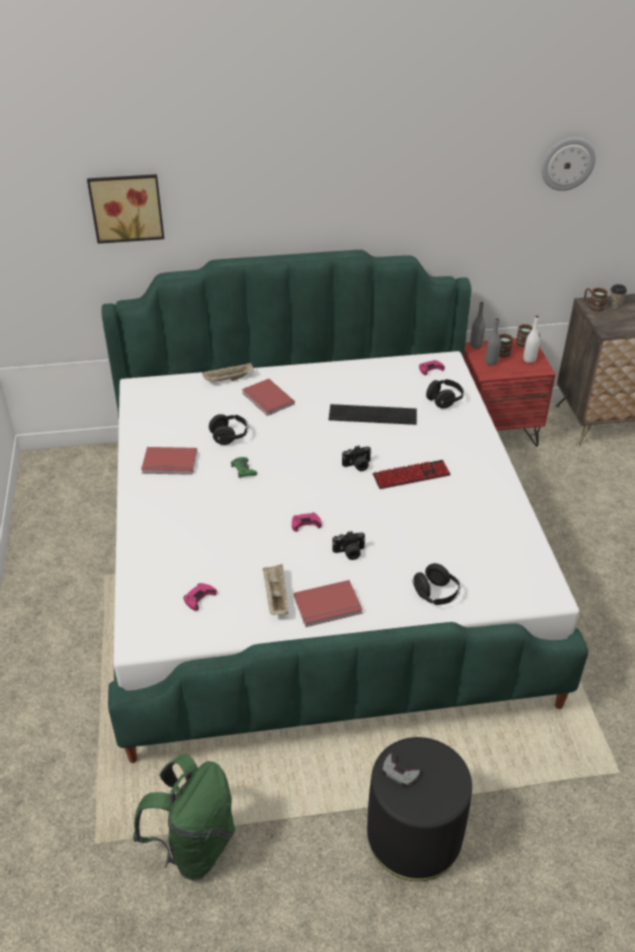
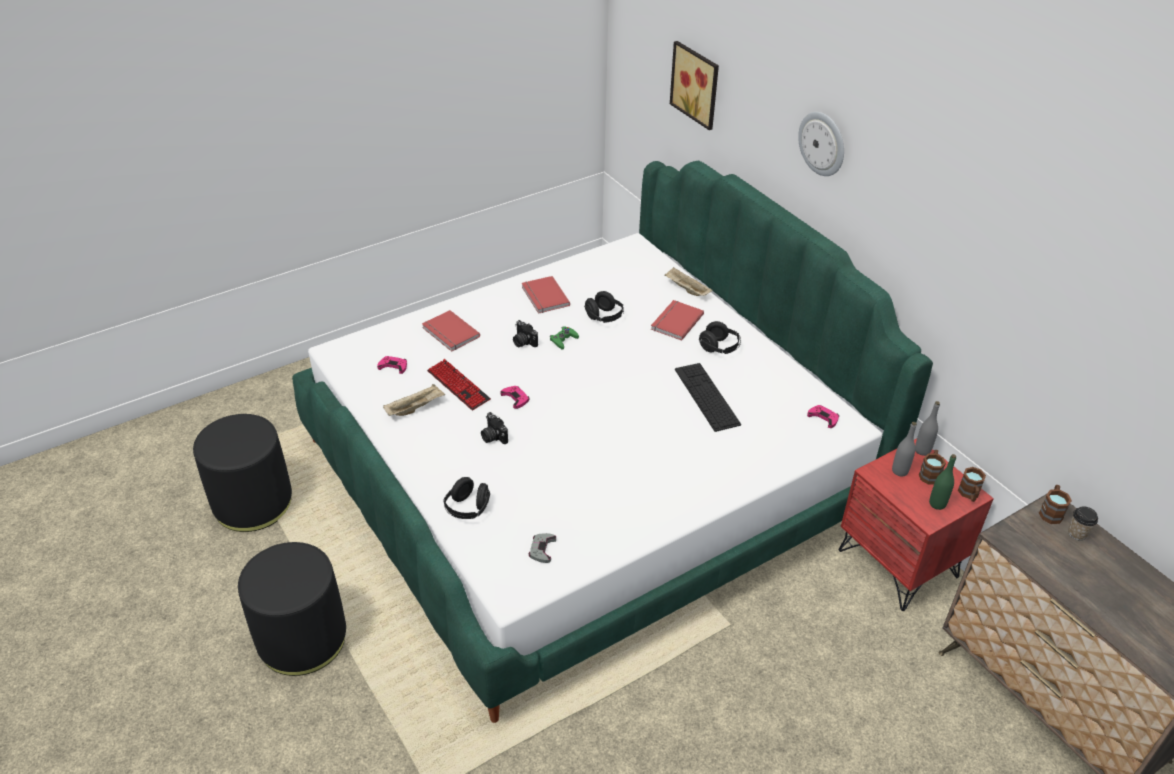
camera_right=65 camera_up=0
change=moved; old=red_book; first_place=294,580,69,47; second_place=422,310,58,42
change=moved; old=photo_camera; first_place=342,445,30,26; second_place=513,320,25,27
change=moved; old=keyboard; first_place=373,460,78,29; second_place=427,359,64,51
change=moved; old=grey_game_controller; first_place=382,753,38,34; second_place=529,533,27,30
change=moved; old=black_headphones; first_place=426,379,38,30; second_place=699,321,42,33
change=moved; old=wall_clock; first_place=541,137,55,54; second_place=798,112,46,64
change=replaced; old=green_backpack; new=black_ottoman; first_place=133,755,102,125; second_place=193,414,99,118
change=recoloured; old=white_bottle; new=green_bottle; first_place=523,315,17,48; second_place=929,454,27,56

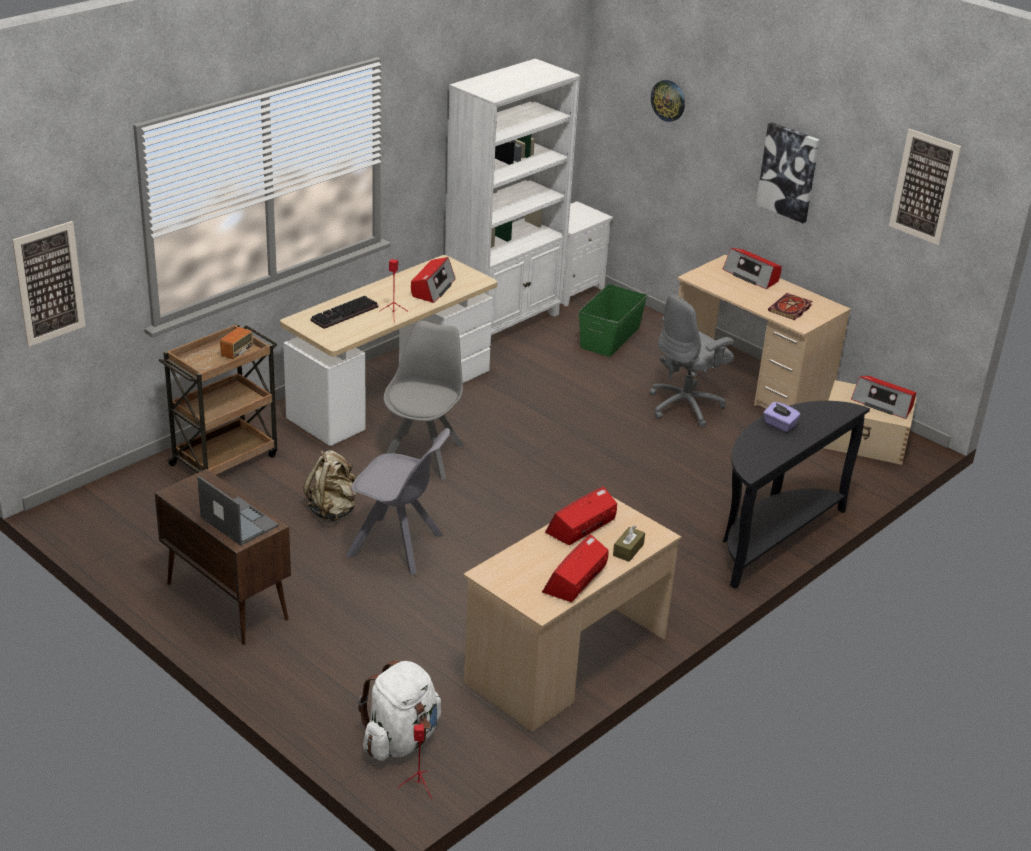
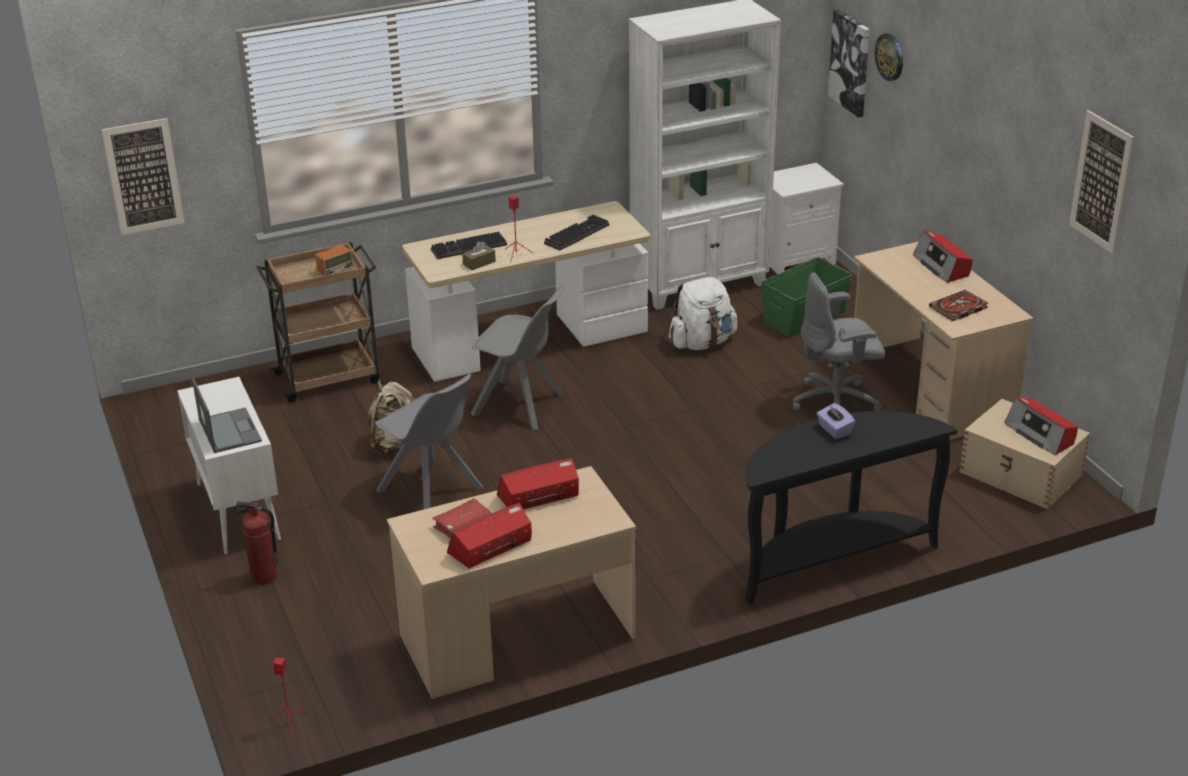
camera_right=25 camera_up=0
change=added; new=fire_extinguisher; second_place=236,502,43,83
change=added; new=red_book; second_place=432,498,60,40
change=moved; old=white_backpack; first_place=358,660,83,101; second_place=669,277,68,73
change=moved; old=brown_tissue_box; first_place=613,525,32,37; second_place=462,241,34,29
change=moved; old=picture; first_place=756,122,64,101; second_place=828,9,42,109
change=replaced; old=radio; new=keyboard; first_place=411,257,45,46; second_place=544,214,65,37
change=recoloured; old=brown_cabinet; new=white_cabinet; first_place=155,469,136,176; second_place=177,377,104,177
change=turned; old=grey_chair; first_place=384,321,80,159; second_place=471,284,94,146; degrees=75

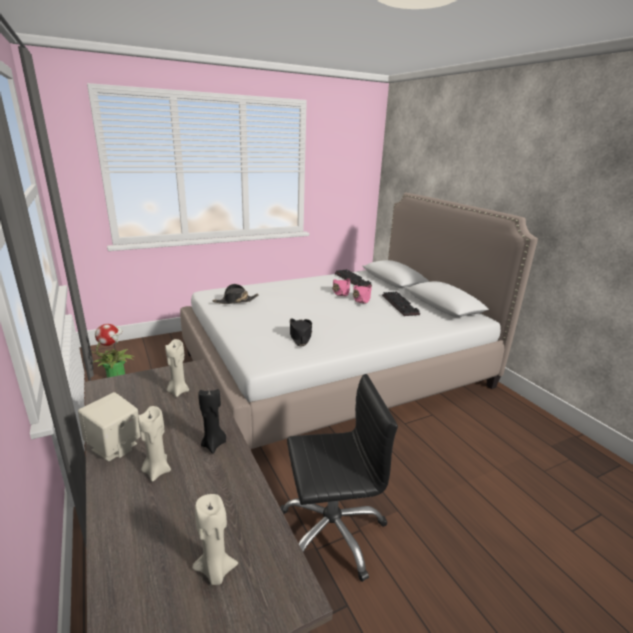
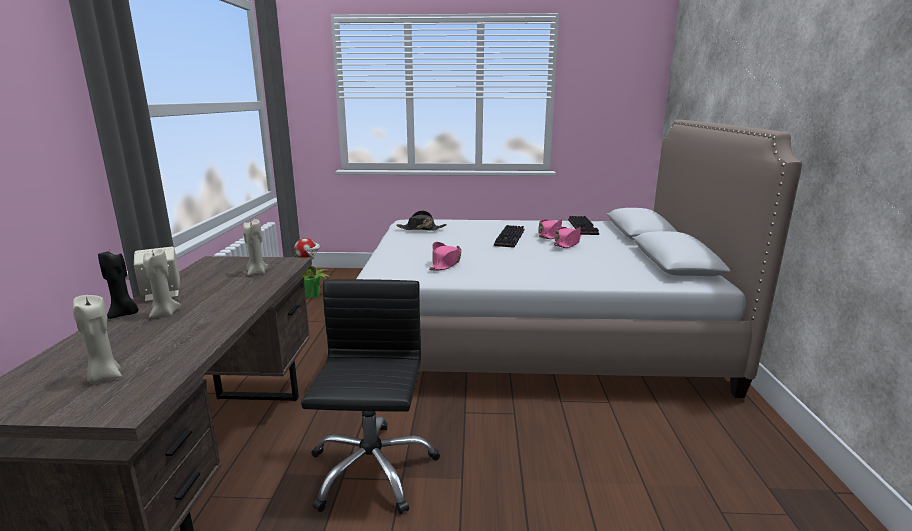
camera_right=30 camera_up=-5
change=moved; old=black_candle; first_place=198,389,28,65; second_place=98,249,40,70
change=moved; old=keyboard; first_place=382,291,38,25; second_place=494,225,30,23
change=recoloured; old=black_hat; new=pink_hat; first_place=290,318,22,28; second_place=429,242,33,29
change=turned; old=black_office_chair; first_place=280,374,118,208; second_place=301,279,139,235; degrees=-105

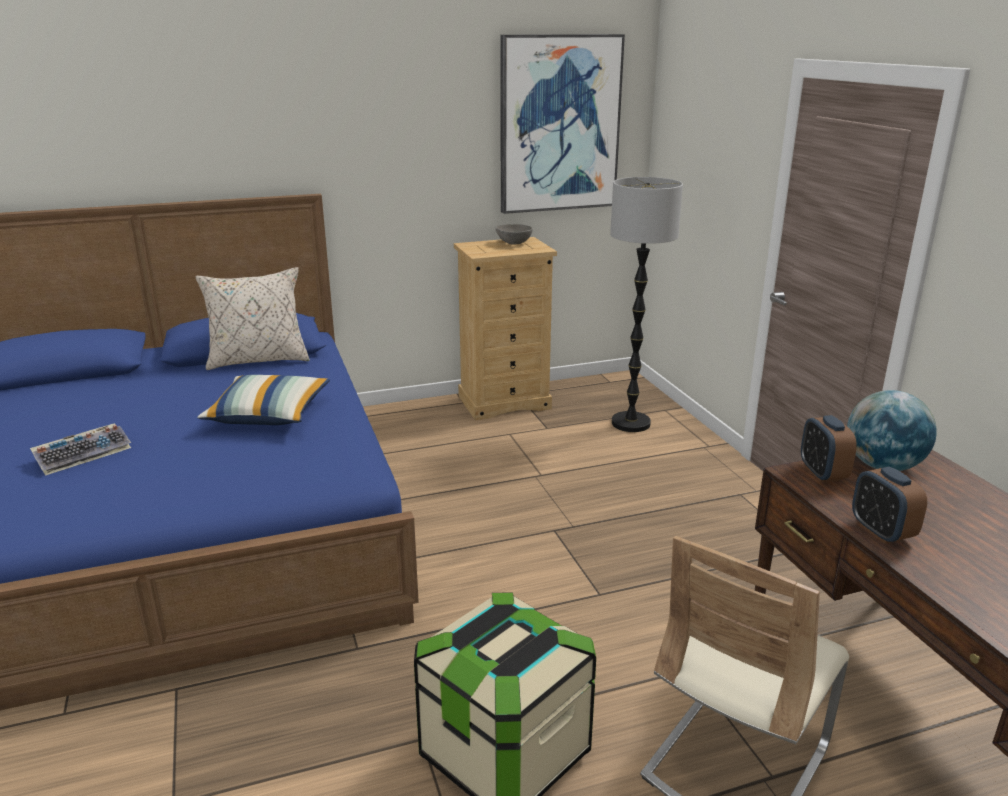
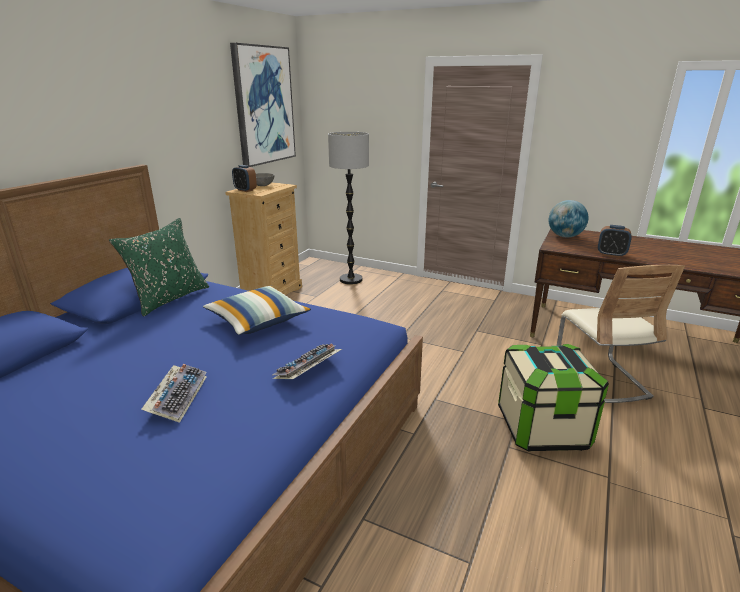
camera_right=-45 camera_up=0
change=added; new=keyboard; second_place=272,344,70,35
change=moved; old=alarm_clock; first_place=801,415,56,67; second_place=232,165,25,27
change=recoloured; old=beige_pillow; new=green_pillow; first_place=195,267,115,103; second_place=109,218,100,99

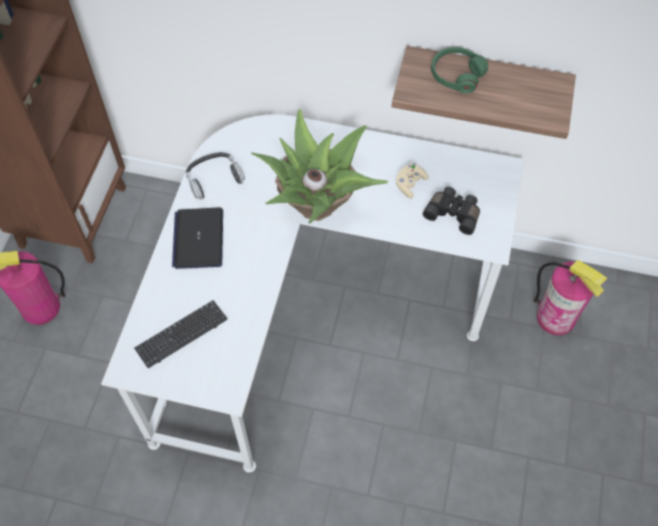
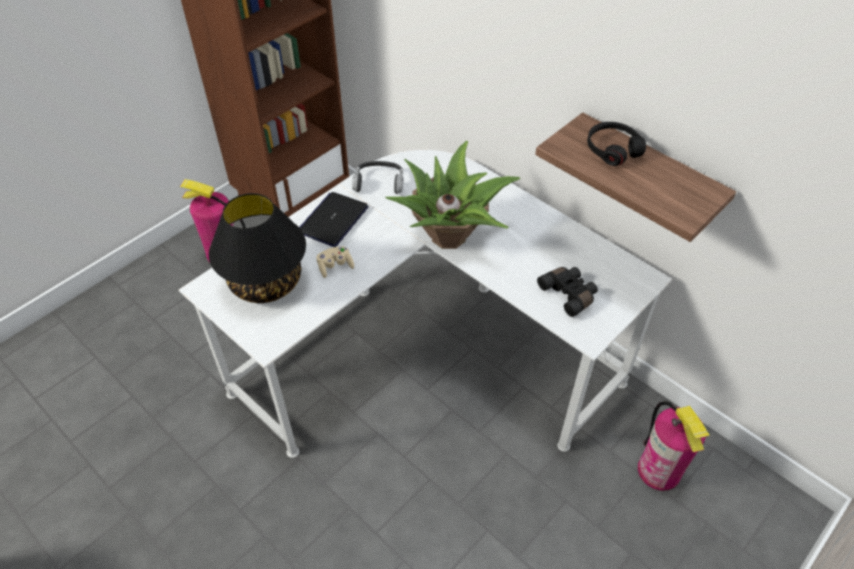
camera_right=30 camera_up=-10
change=moved; old=beige_game_controller; first_place=396,163,33,35; second_place=316,246,38,32
change=replaced; old=keyboard; new=black_table_lamp; first_place=134,300,94,68; second_place=209,193,97,110
change=recoloured; old=green_headphones; new=black_headphones; first_place=431,47,57,46; second_place=587,122,59,44

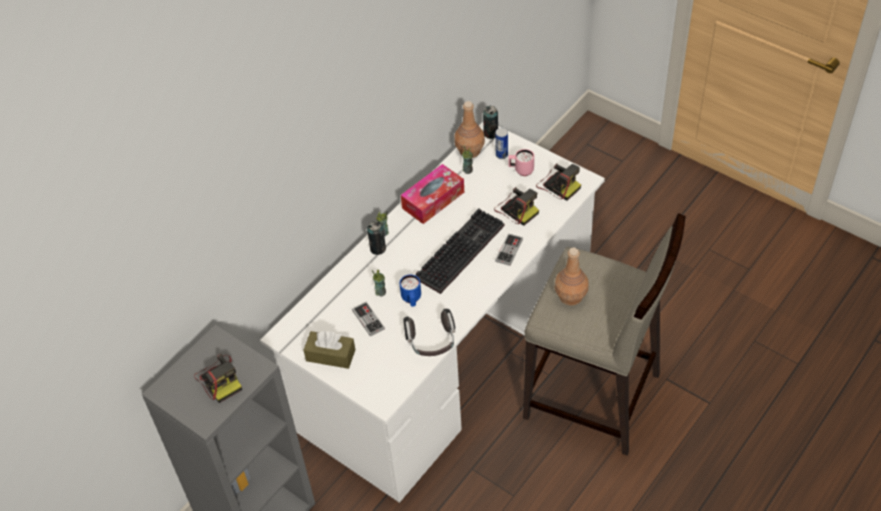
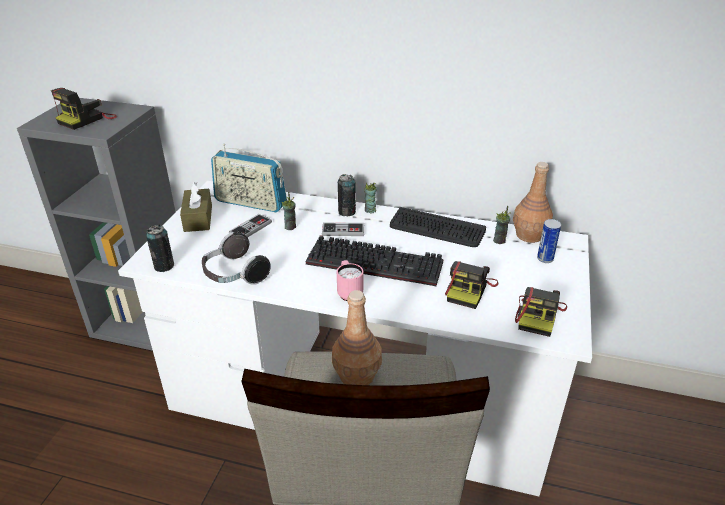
camera_right=65 camera_up=-15
change=removed; old=blue_mug; first_place=400,275,21,31
change=added; new=radio; second_place=211,144,76,68
change=moved; old=can; first_place=483,106,15,33; second_place=146,225,28,47
change=moved; old=game_controller; first_place=495,234,28,32; second_place=322,223,42,13
change=moved; old=pink_mug; first_place=508,149,26,27; second_place=337,260,26,41
change=replaced; old=tissue_box; new=keyboard; first_place=401,164,63,60; second_place=390,207,96,40

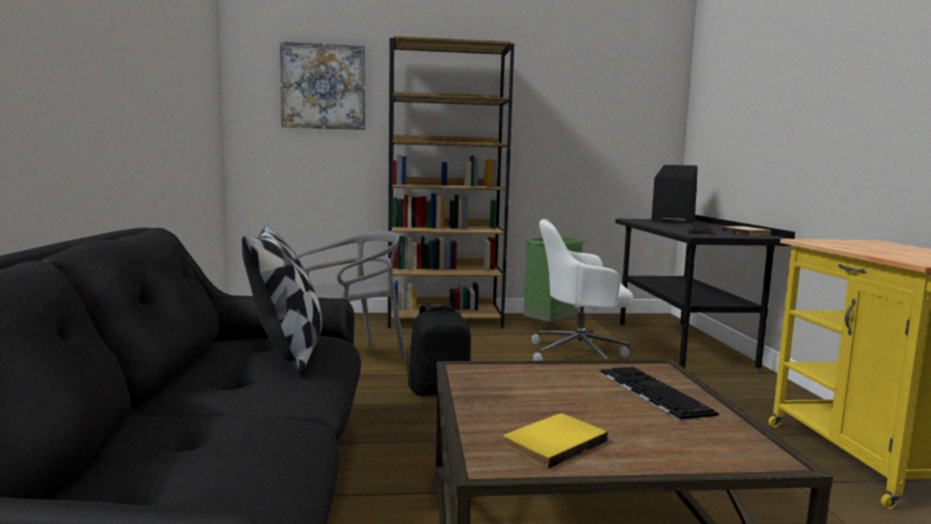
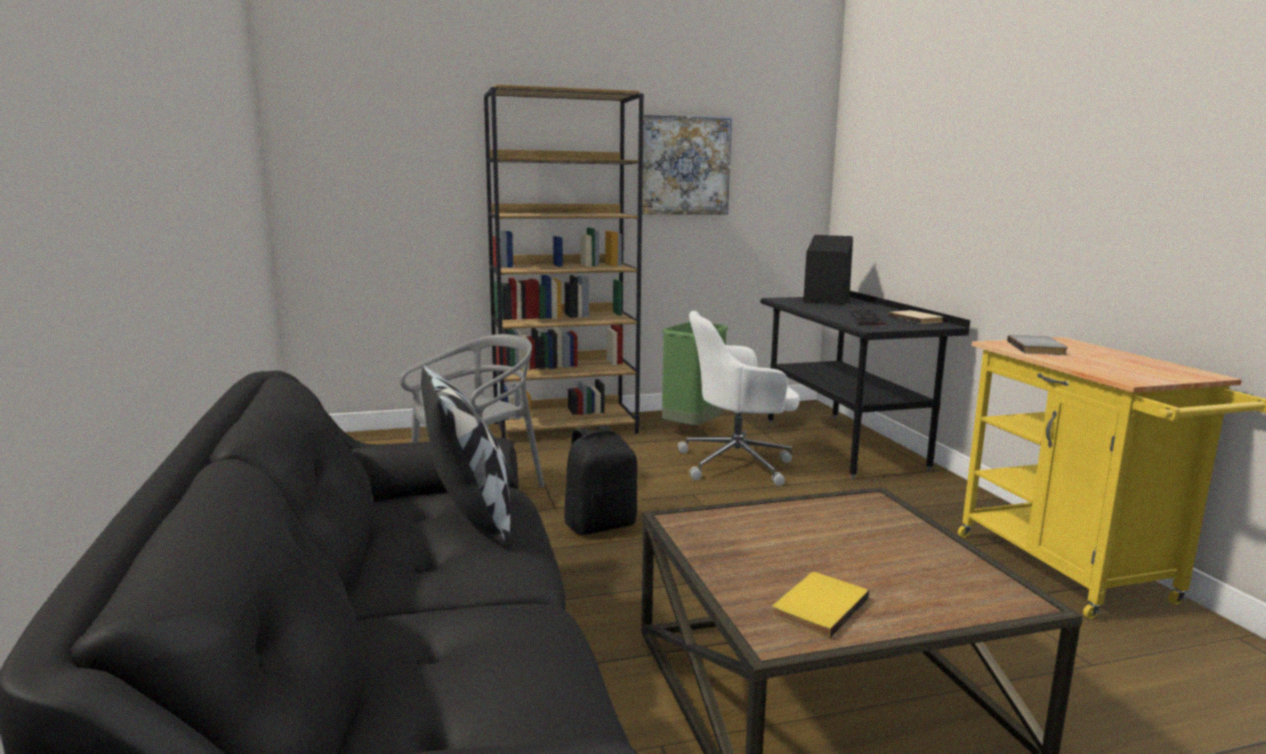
camera_right=-10 camera_up=5
change=removed; old=keyboard; first_place=600,367,119,54
change=added; new=grey_book; second_place=1007,335,61,20
change=moved; old=picture; first_place=280,41,85,89; second_place=638,114,94,101

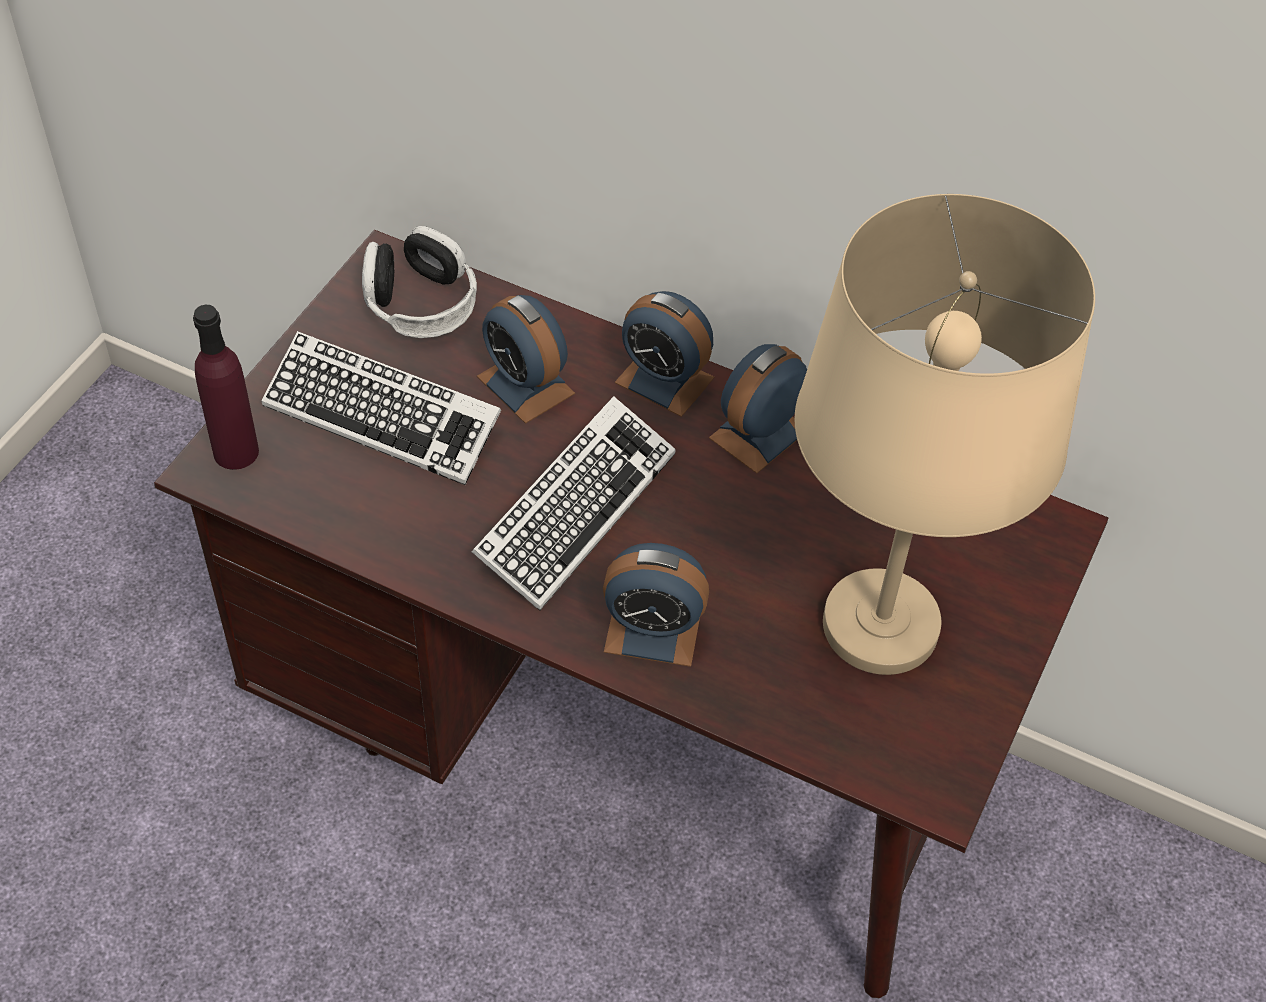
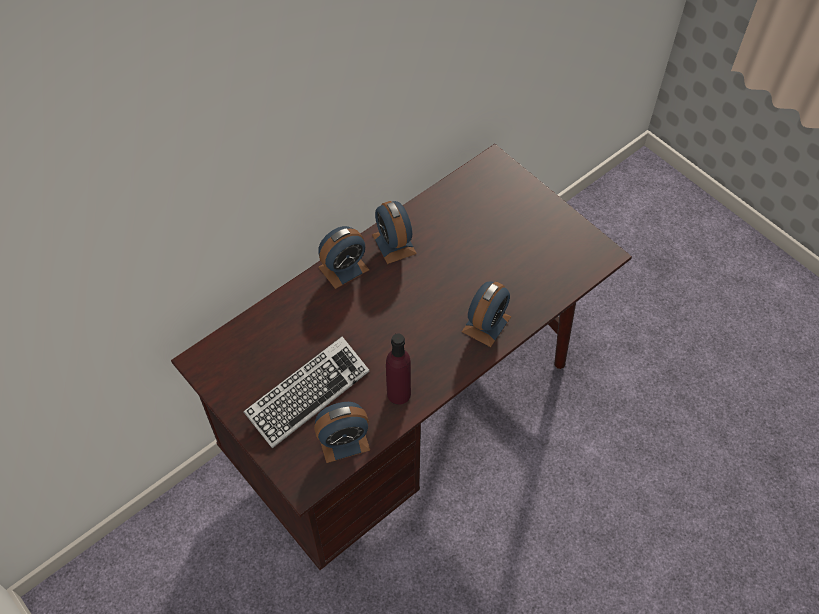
camera_right=-65 camera_up=5
change=removed; old=headphones; first_place=362,226,115,112
change=removed; old=keyboard; first_place=472,396,204,215
change=removed; old=beige_table_lamp; first_place=795,194,300,481
change=moved; old=purple_bottle; first_place=193,305,66,165; second_place=386,333,25,72
change=moved; old=alarm_clock; first_place=477,295,98,129; second_place=314,402,56,61

